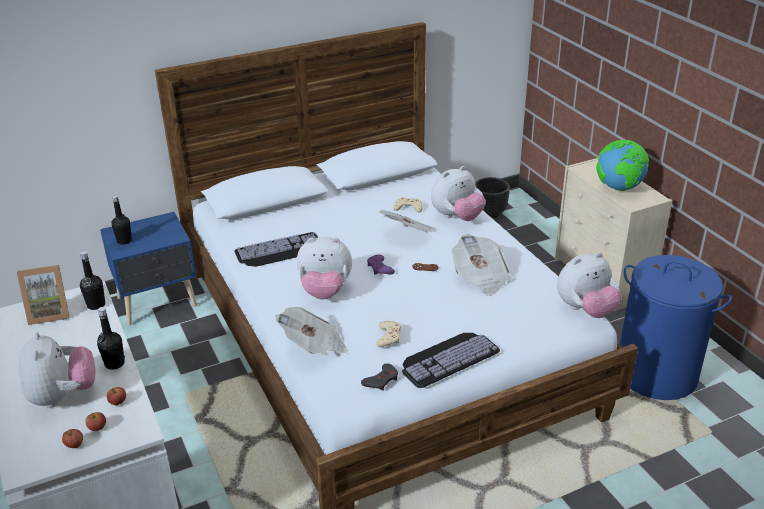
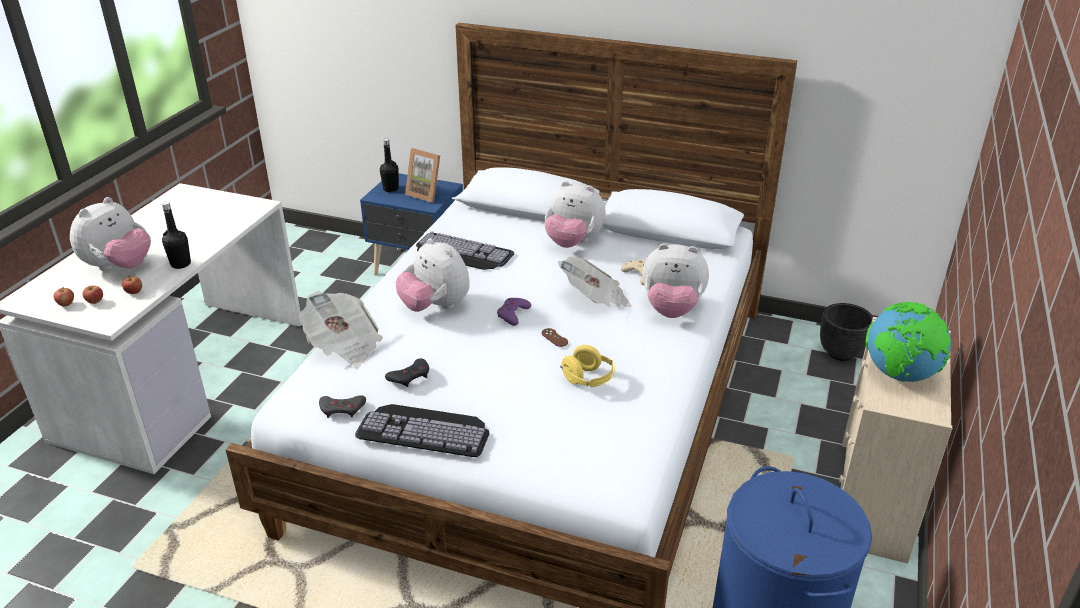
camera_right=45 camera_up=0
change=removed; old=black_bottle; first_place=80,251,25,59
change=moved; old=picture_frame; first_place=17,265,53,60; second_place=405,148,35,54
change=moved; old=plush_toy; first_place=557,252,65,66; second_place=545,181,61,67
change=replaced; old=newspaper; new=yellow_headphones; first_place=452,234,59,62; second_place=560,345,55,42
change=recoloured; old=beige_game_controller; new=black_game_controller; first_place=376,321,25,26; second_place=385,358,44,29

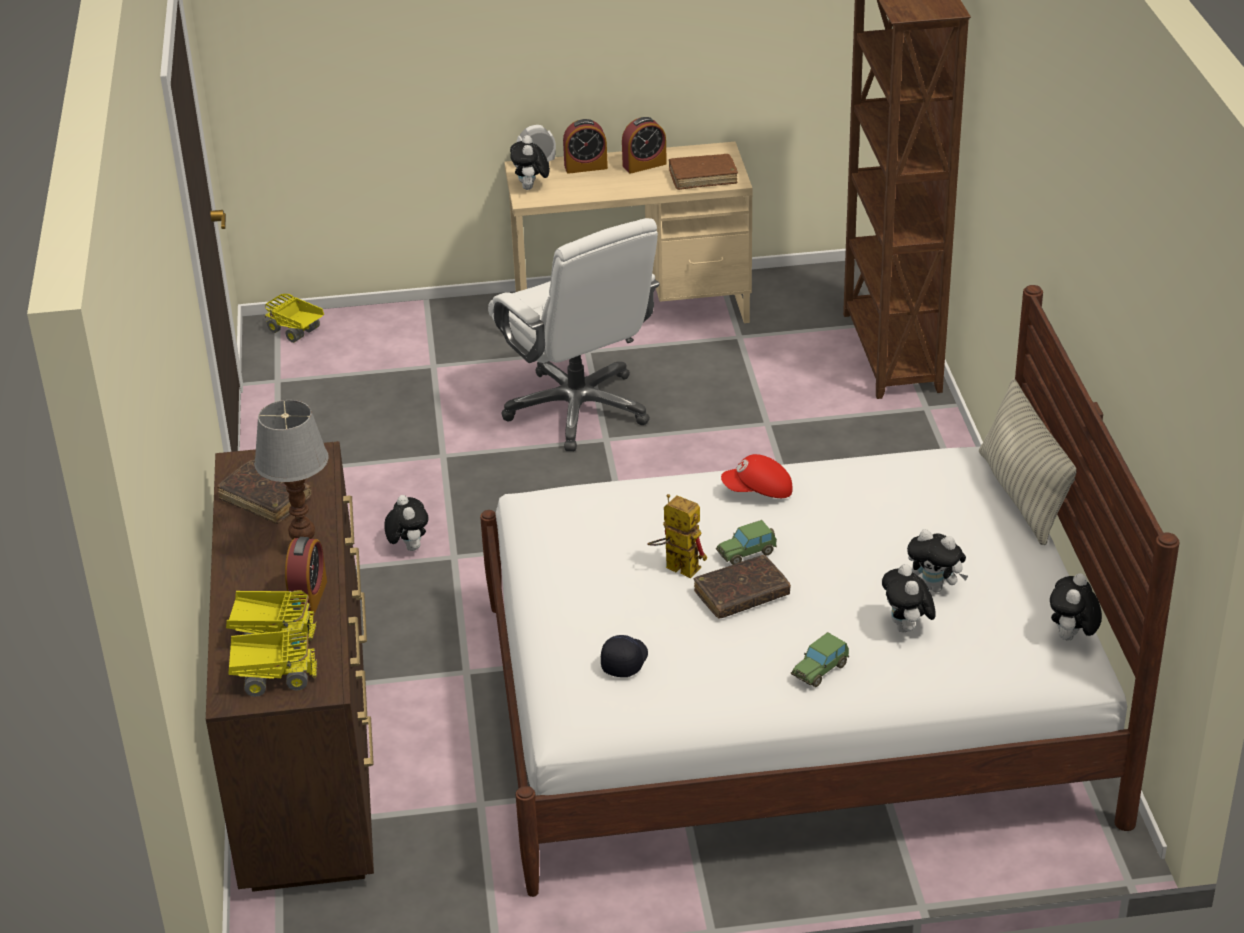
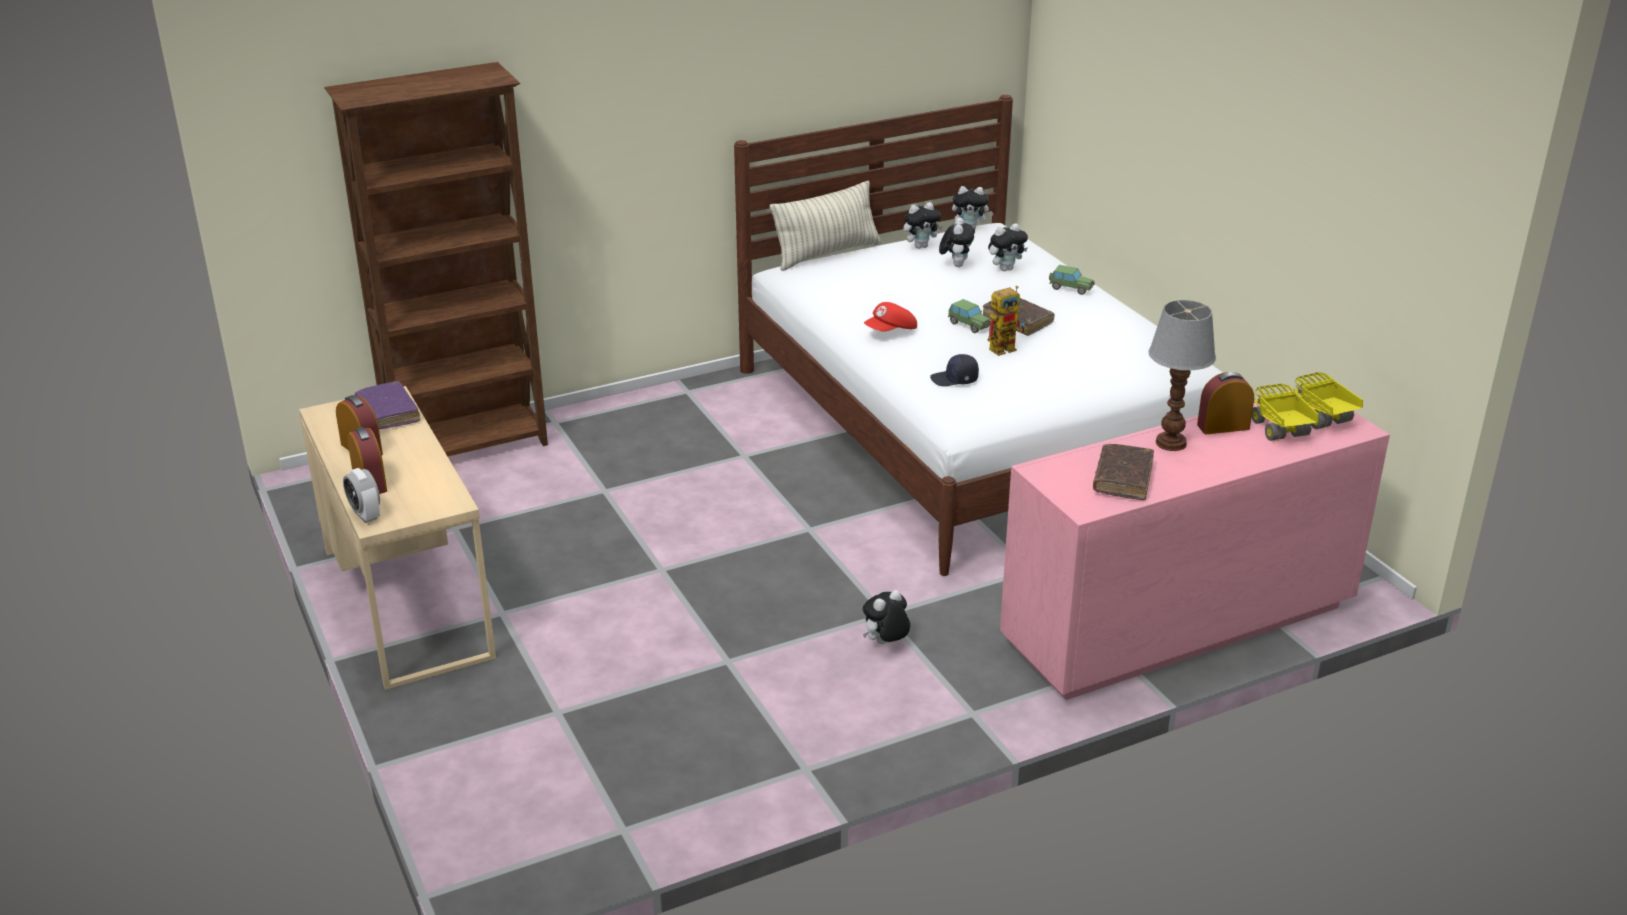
camera_right=-110 camera_up=-5
change=removed; old=toy_truck; first_place=265,294,59,49
change=removed; old=white_office_chair; first_place=488,218,172,233
change=moved; old=plush_toy; first_place=510,135,40,55; second_place=903,202,40,47
change=moved; old=black_cap; first_place=601,635,47,42; second_place=930,354,49,32
change=recoloured; old=brown_dresser; new=pink_dresser; first_place=206,441,168,451; second_place=1000,388,390,312
change=recoloured; old=brown_book; new=purple_book; first_place=669,154,69,36; second_place=355,381,65,48
change=turned; old=toy_robot; first_place=647,494,60,84; second_place=988,286,38,70; degrees=-135
change=turned; old=red_cap; first_place=721,454,71,44; second_place=864,302,53,30; degrees=75

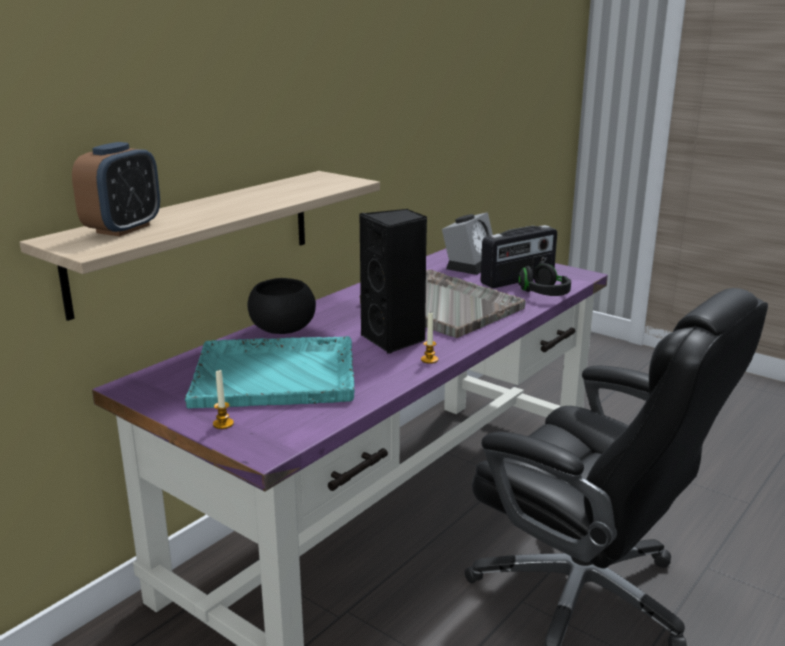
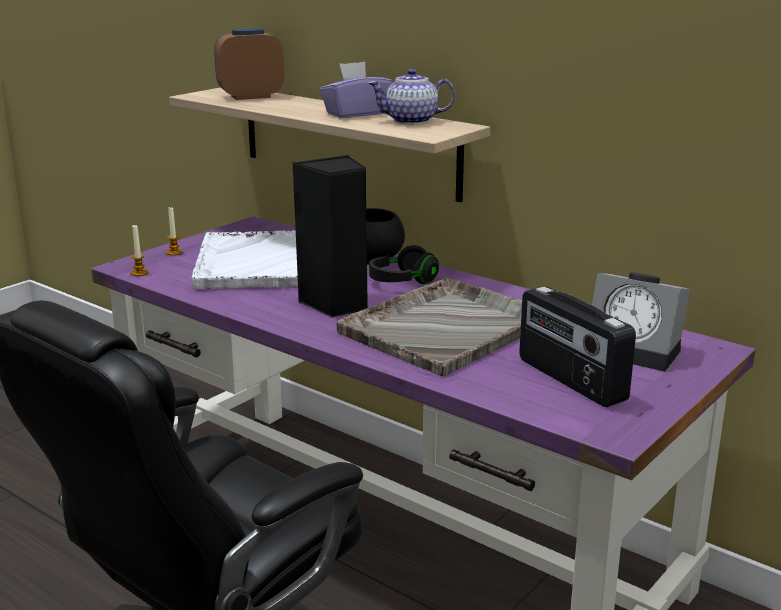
camera_right=90 camera_up=0
change=added; new=purple_tissue_box; second_place=319,61,73,57
change=added; new=teapot; second_place=368,69,87,56
change=moved; old=candle; first_place=421,311,17,53; second_place=131,225,17,51
change=moved; old=black_headphones; first_place=518,263,53,33; second_place=369,245,70,39
change=recoloured; old=turquoise_tray; new=white_tray; first_place=185,336,170,72; second_place=192,230,106,59
change=turned; old=alarm_clock; first_place=72,142,88,95; second_place=214,28,70,72; degrees=135

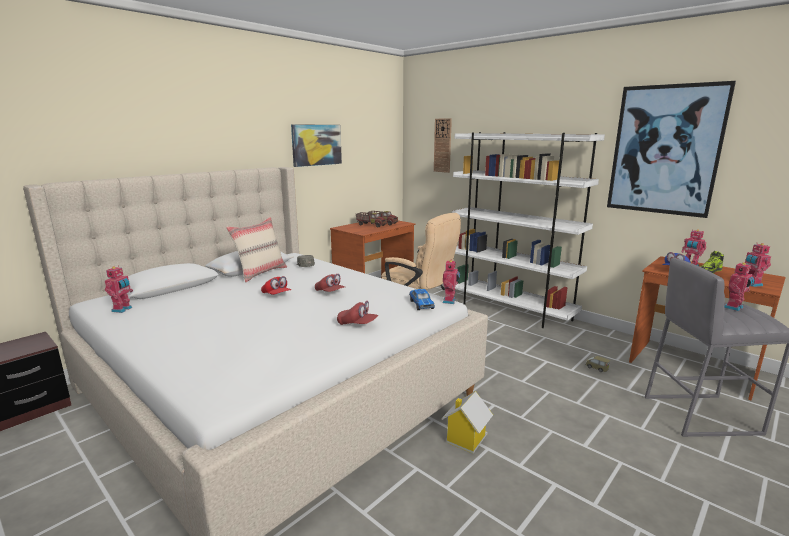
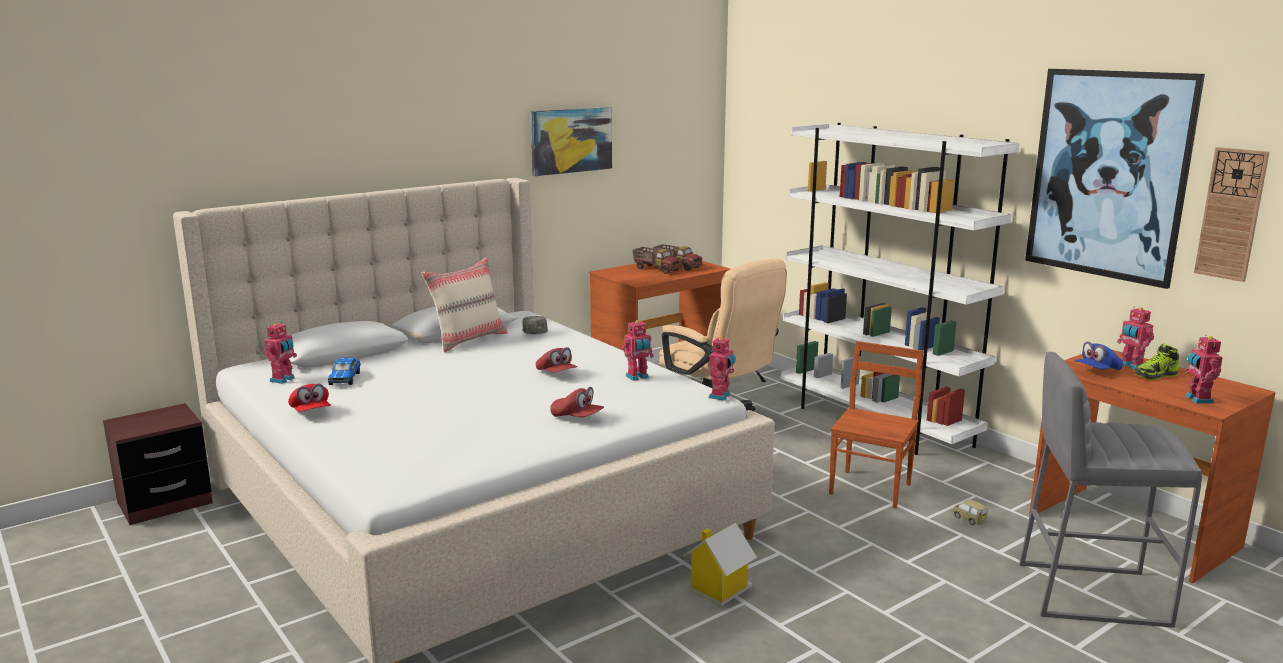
camera_right=10 camera_up=0
change=added; new=brown_chair; second_place=829,341,94,168
change=moved; old=red_cap; first_place=261,276,30,19; second_place=288,384,43,28
change=moved; old=toy_car; first_place=409,289,26,21; second_place=328,358,33,27
change=moved; old=wall_clock; first_place=434,118,18,55; second_place=1194,147,76,135
change=moved; old=toy_robot; first_place=724,262,30,49; second_place=622,320,32,61

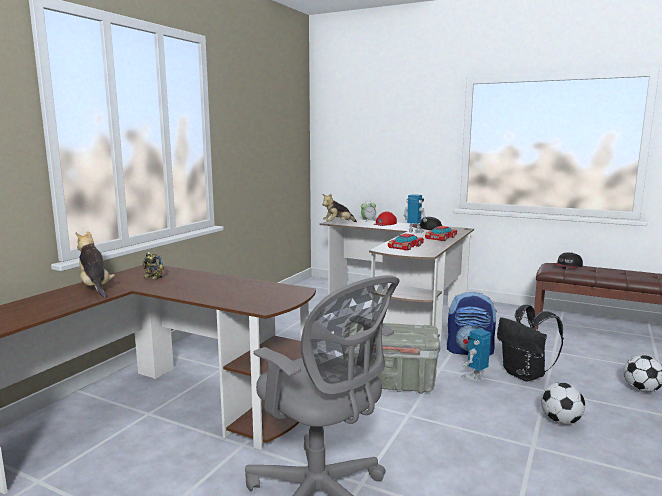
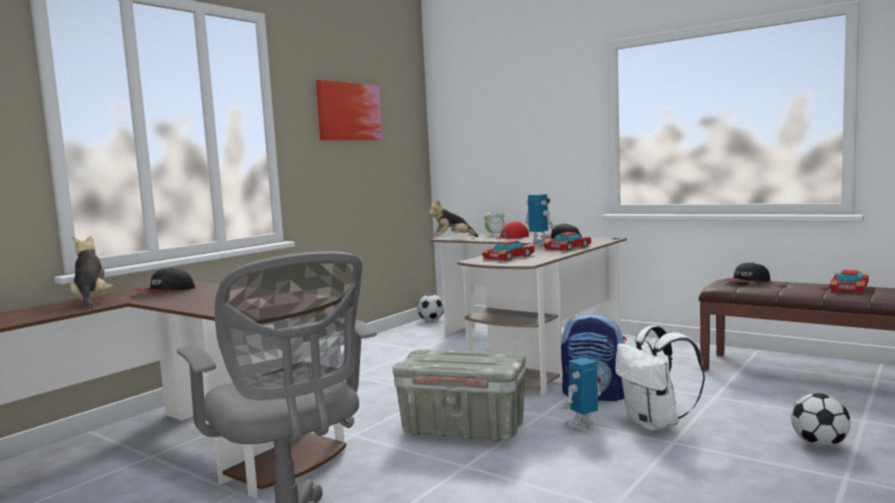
camera_right=10 camera_up=-5
change=added; new=picture; second_place=316,80,67,60
change=added; new=toy_car; second_place=830,270,39,23
change=moved; old=football; first_place=541,382,44,43; second_place=417,294,27,27
change=replaced; old=toy_robot; new=cap; first_place=142,252,22,27; second_place=134,268,61,24
change=recoloured; old=black_backpack; new=white_backpack; first_place=497,305,67,77; second_place=615,325,90,106

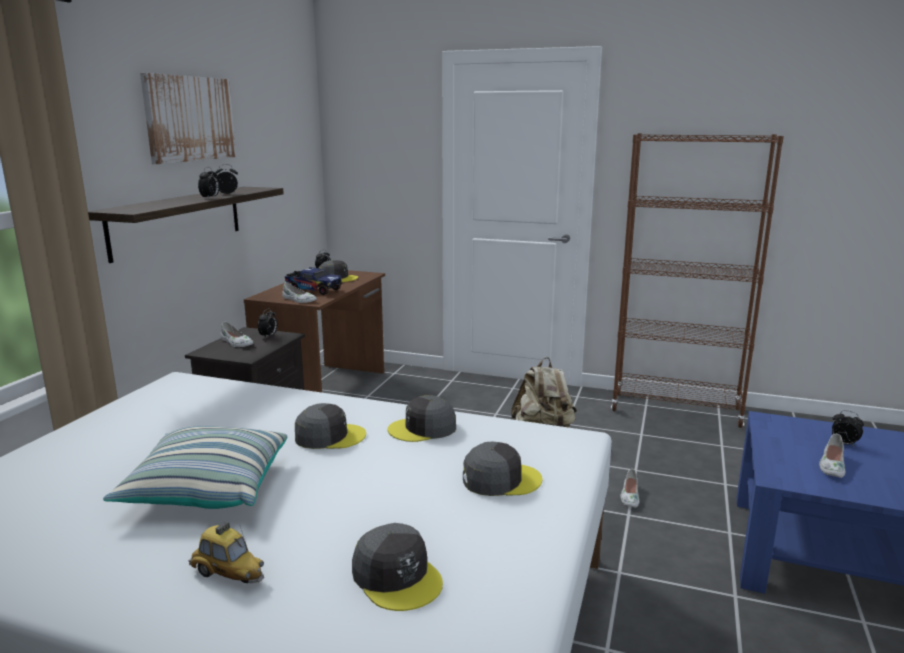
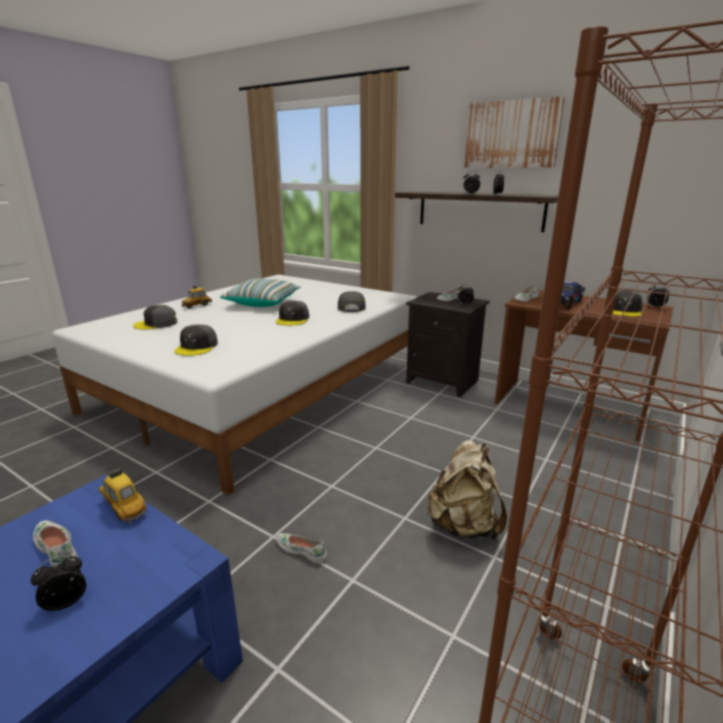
camera_right=105 camera_up=5
change=added; new=toy_car; second_place=99,468,48,55
change=moved; old=grey_cap; first_place=388,395,68,47; second_place=338,291,28,21

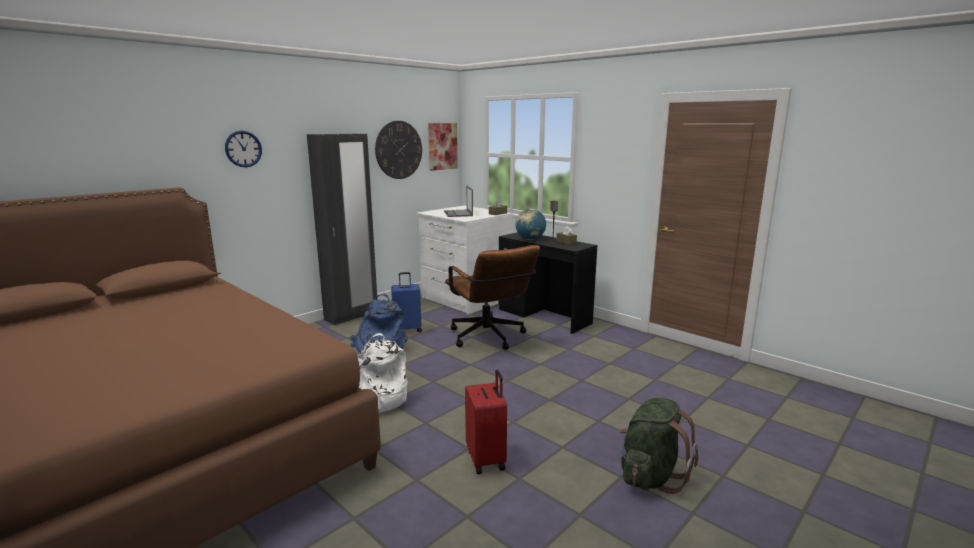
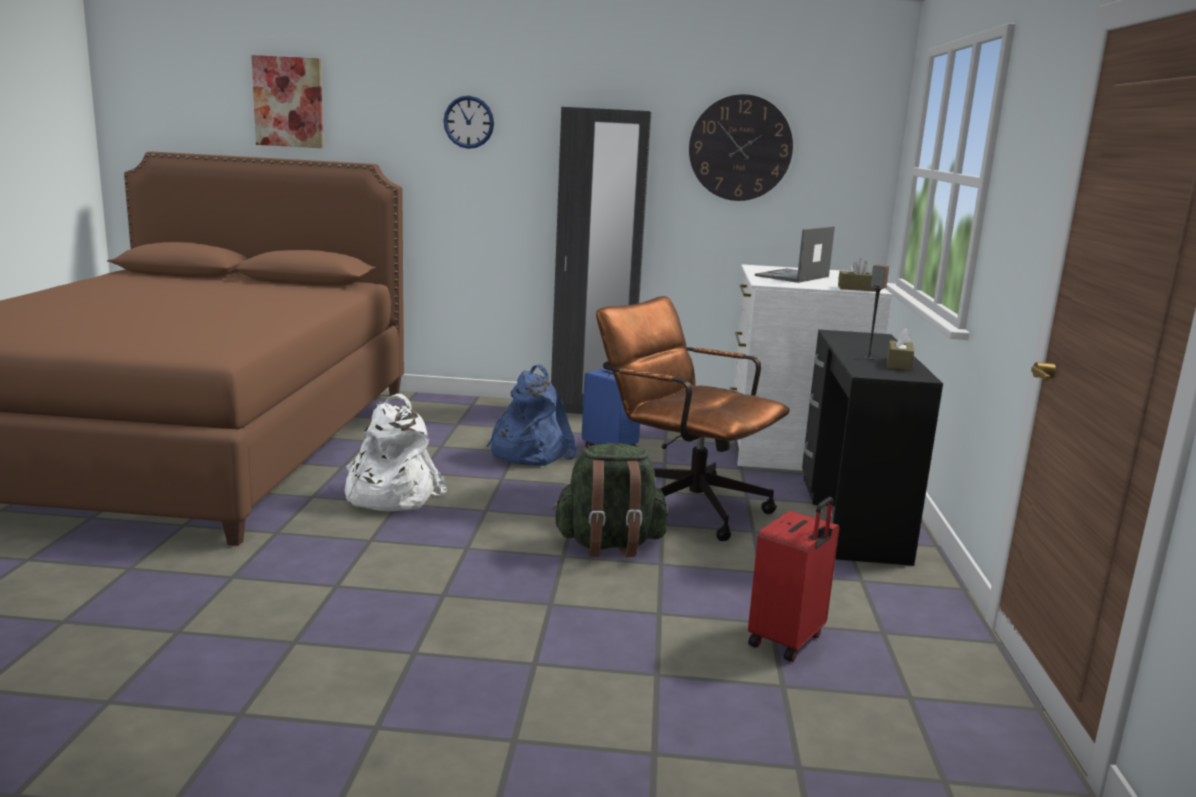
camera_right=50 camera_up=0
change=removed; old=globe; first_place=515,209,31,31
change=moved; old=picture; first_place=428,123,30,48; second_place=251,55,72,93
change=moved; old=red_suitcase; first_place=465,370,42,104; second_place=748,497,91,165
change=moved; old=green_backpack; first_place=620,398,78,96; second_place=552,443,116,114
change=turned; old=brown_office_chair; first_place=445,245,95,105; second_place=596,296,194,245; degrees=105

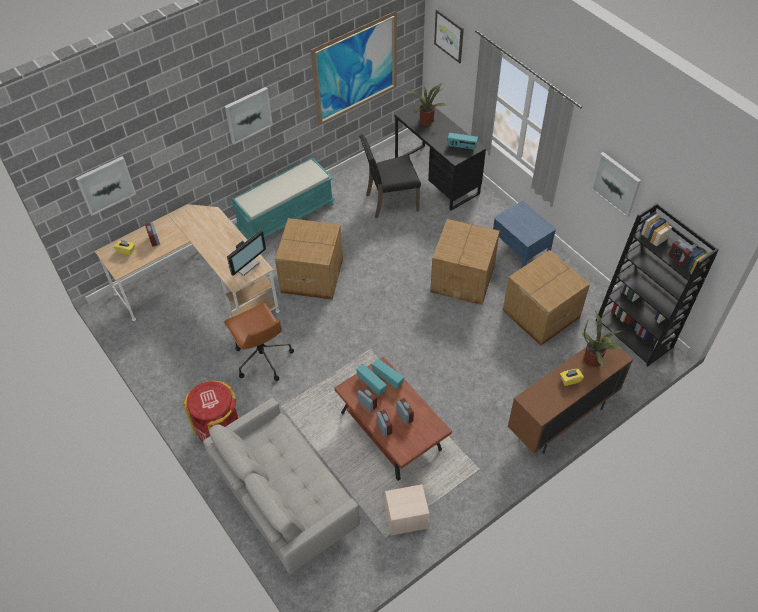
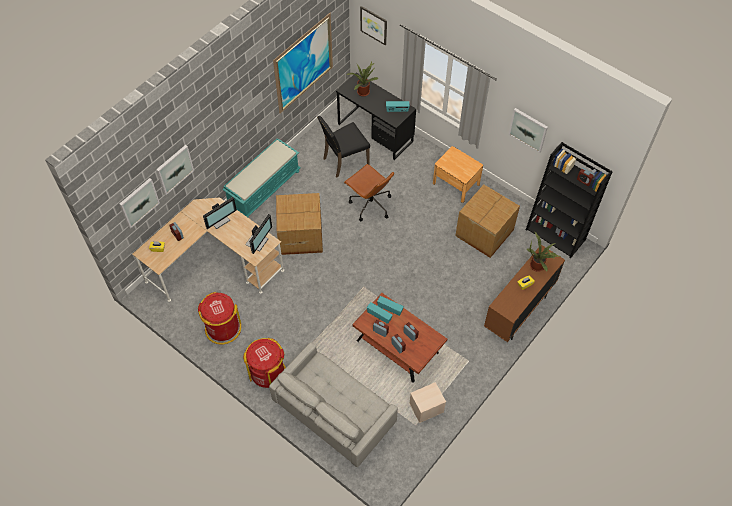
camera_right=-15 camera_up=5
change=removed; old=cardboard_box; first_place=430,219,70,86
change=added; new=red_trash_can; second_place=198,292,43,53
change=added; new=monitor; second_place=203,197,34,32
change=moved; old=brown_office_chair; first_place=224,303,70,78; second_place=344,164,50,57
change=moved; old=picture; first_place=225,87,48,58; second_place=156,145,38,50
change=recoloured; old=blue_nightstand; new=brown_nightstand; first_place=493,201,63,67; second_place=433,146,50,57

